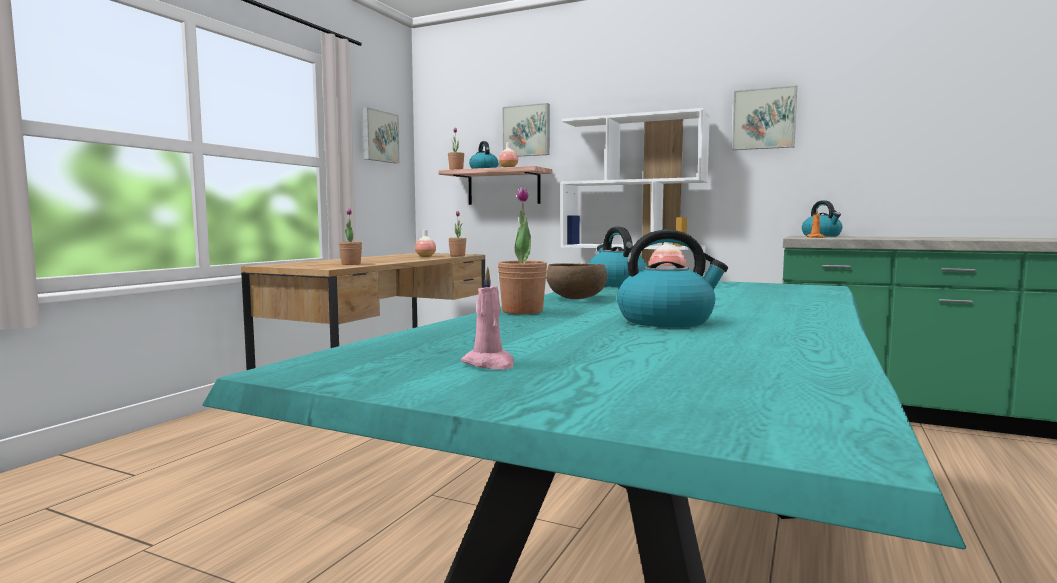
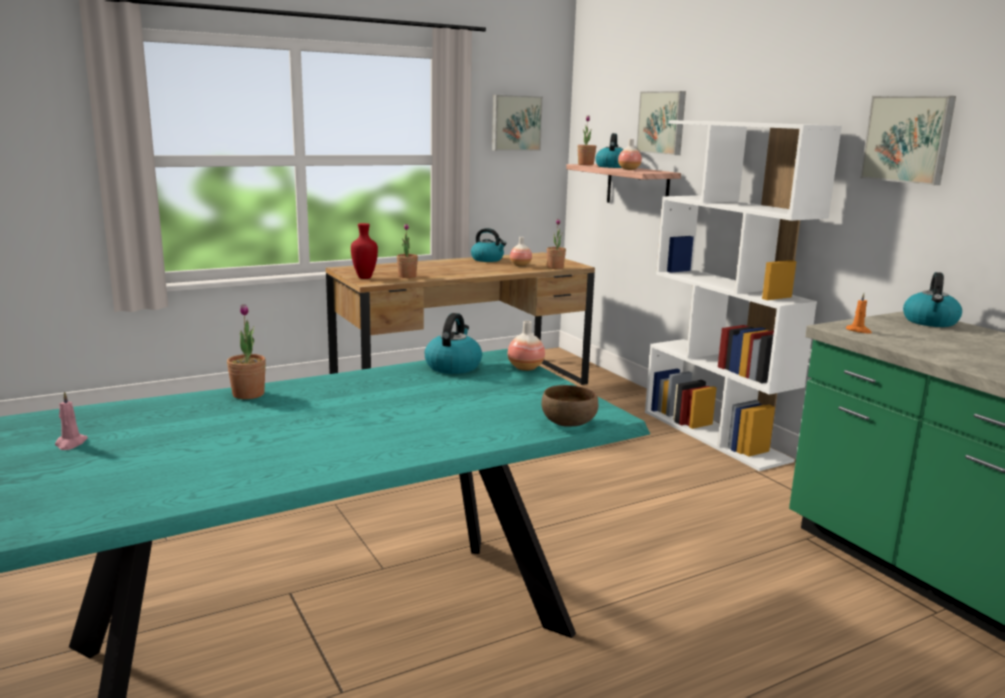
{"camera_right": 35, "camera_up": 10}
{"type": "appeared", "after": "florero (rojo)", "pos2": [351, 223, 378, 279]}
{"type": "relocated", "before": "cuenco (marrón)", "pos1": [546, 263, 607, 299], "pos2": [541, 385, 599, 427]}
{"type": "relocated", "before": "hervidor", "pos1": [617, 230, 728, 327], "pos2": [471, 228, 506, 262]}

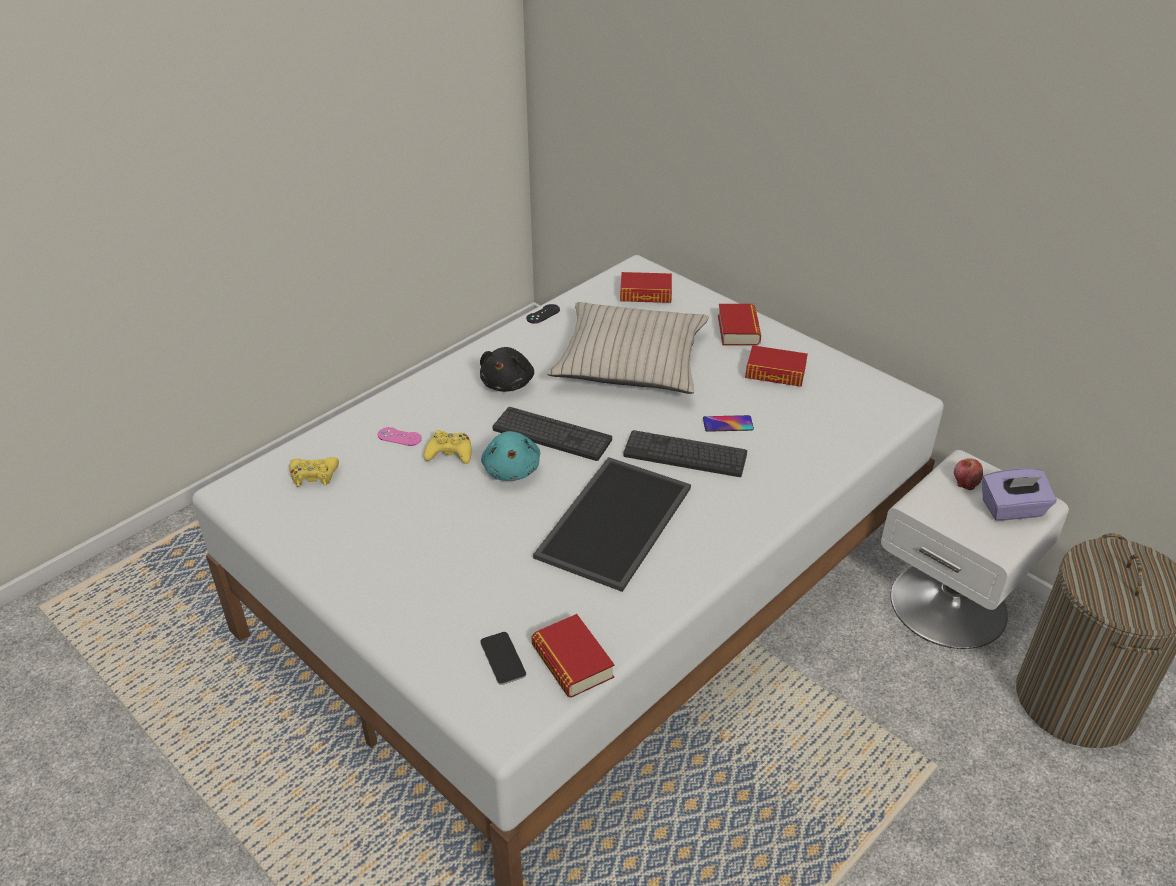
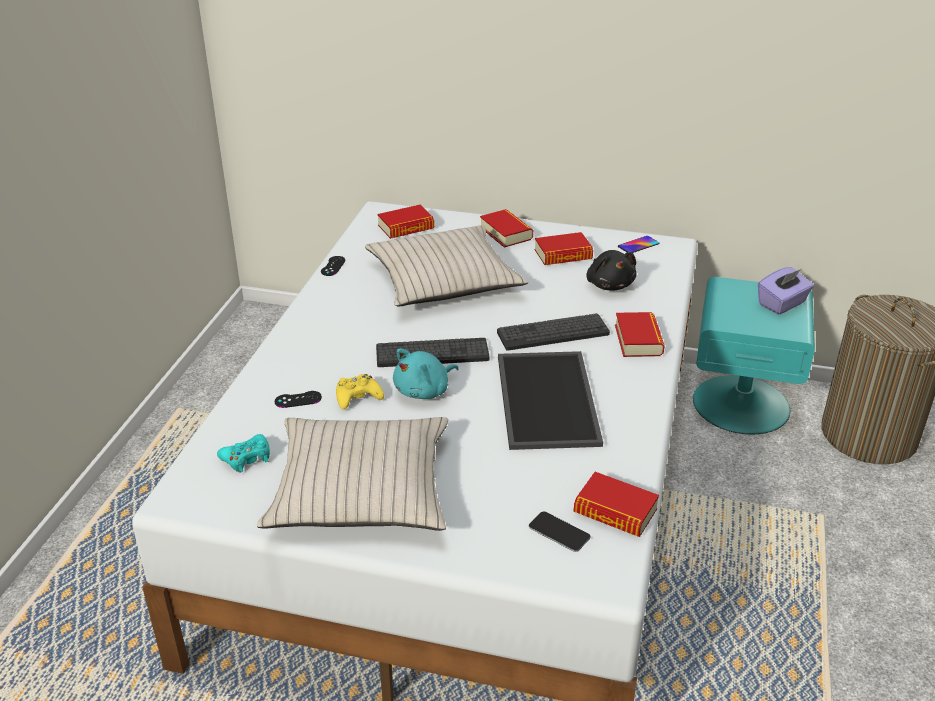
{"camera_right": -30, "camera_up": -5}
{"type": "missing", "before": "manzana", "pos1": [954, 459, 983, 490]}
{"type": "appeared", "after": "cojín (beis)", "pos2": [257, 417, 448, 531]}
{"type": "appeared", "after": "libro", "pos2": [615, 312, 665, 357]}
{"type": "relocated", "before": "peluche (negro)", "pos1": [480, 347, 534, 392], "pos2": [586, 250, 636, 291]}
{"type": "relocated", "before": "móvil", "pos1": [703, 415, 754, 432], "pos2": [618, 236, 659, 253]}
{"type": "colour", "before": "mando de consola (amarillo)", "after": "mando de consola (turquesa)", "pos1": [289, 457, 339, 487], "pos2": [217, 434, 270, 473]}
{"type": "colour", "before": "mando de consola (rosa)", "after": "mando de consola (negro)", "pos1": [378, 427, 422, 446], "pos2": [275, 391, 322, 408]}
{"type": "colour", "before": "mesita de noche (blanco)", "after": "mesita de noche (turquesa)", "pos1": [881, 450, 1069, 649], "pos2": [693, 277, 815, 434]}
{"type": "spun", "before": "peluche (turquesa)", "pos1": [481, 431, 540, 481], "pos2": [393, 349, 459, 399], "turn": 90}

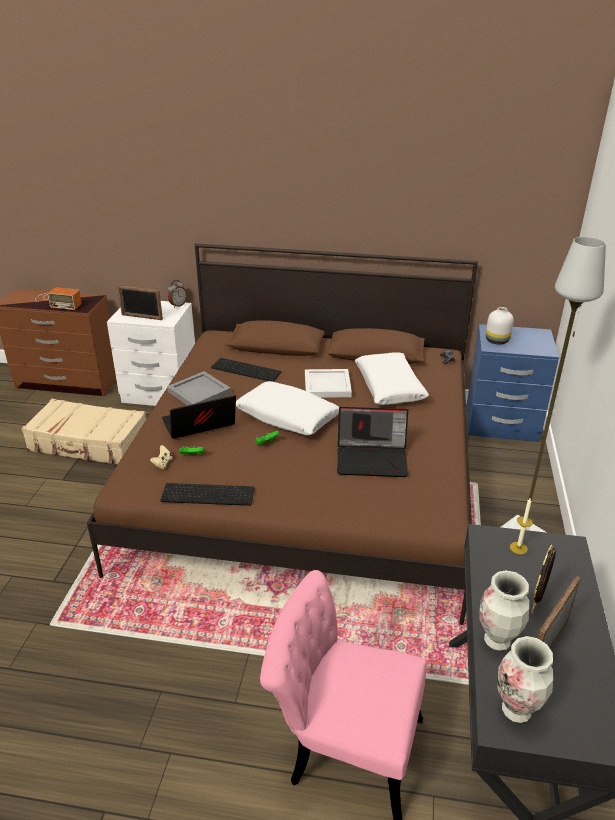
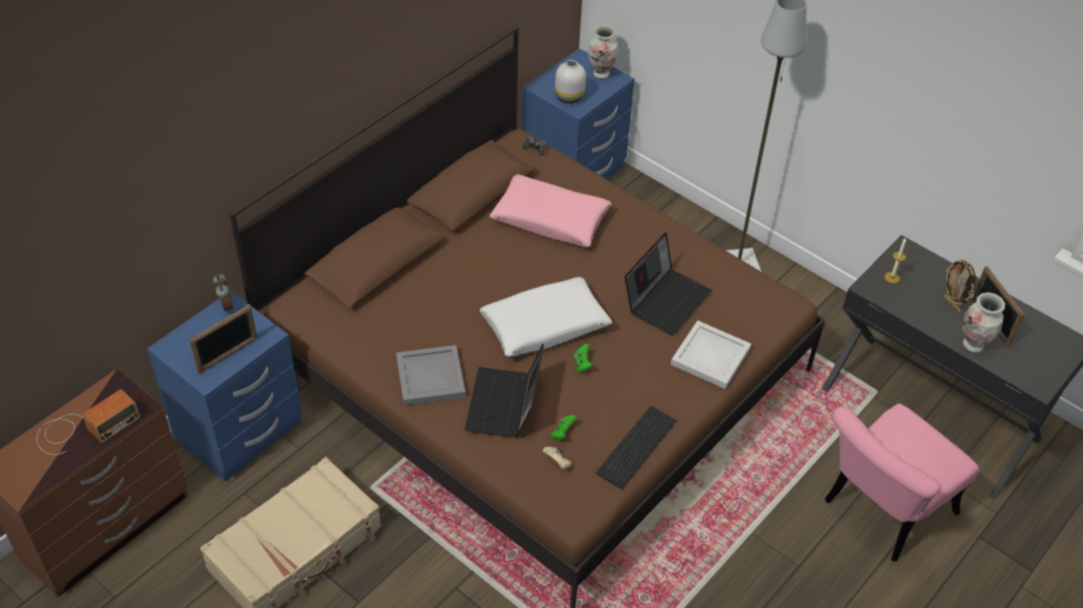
{"camera_right": -60, "camera_up": 15}
{"type": "missing", "before": "teclado", "pos1": [211, 358, 282, 382]}
{"type": "relocated", "before": "bandeja (blanco)", "pos1": [305, 369, 352, 398], "pos2": [671, 320, 751, 389]}
{"type": "relocated", "before": "florero", "pos1": [497, 636, 553, 723], "pos2": [588, 25, 619, 79]}
{"type": "colour", "before": "mesita de noche (blanco)", "after": "mesita de noche (azul)", "pos1": [107, 301, 195, 406], "pos2": [147, 291, 302, 482]}
{"type": "colour", "before": "cojín (blanco)", "after": "cojín (rosa)", "pos1": [355, 352, 429, 405], "pos2": [490, 174, 612, 247]}

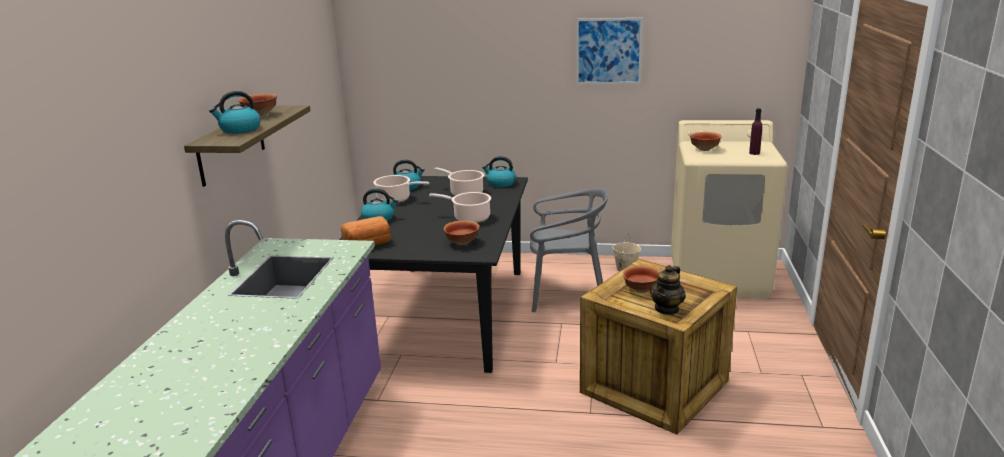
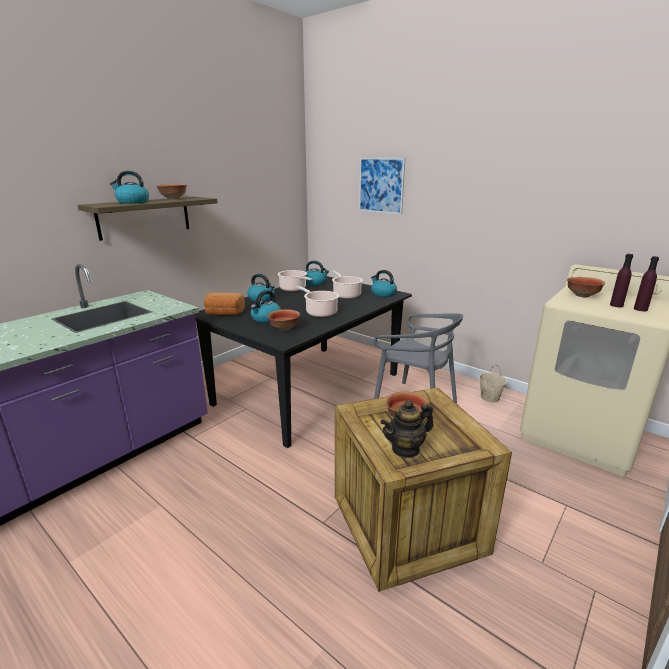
{"camera_right": 30, "camera_up": 0}
{"type": "appeared", "after": "hervidor", "pos2": [251, 290, 281, 323]}
{"type": "appeared", "after": "botella (morado)", "pos2": [610, 254, 633, 307]}
{"type": "relocated", "before": "cuadro", "pos1": [576, 18, 643, 84], "pos2": [359, 157, 405, 215]}

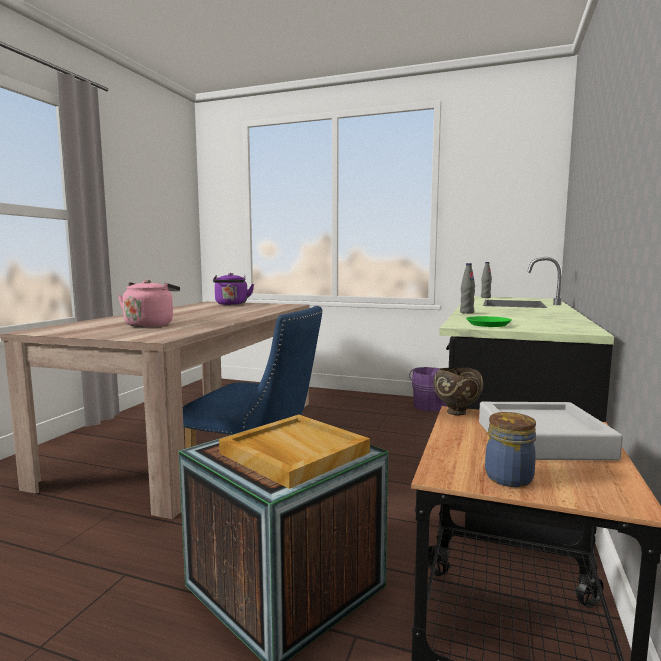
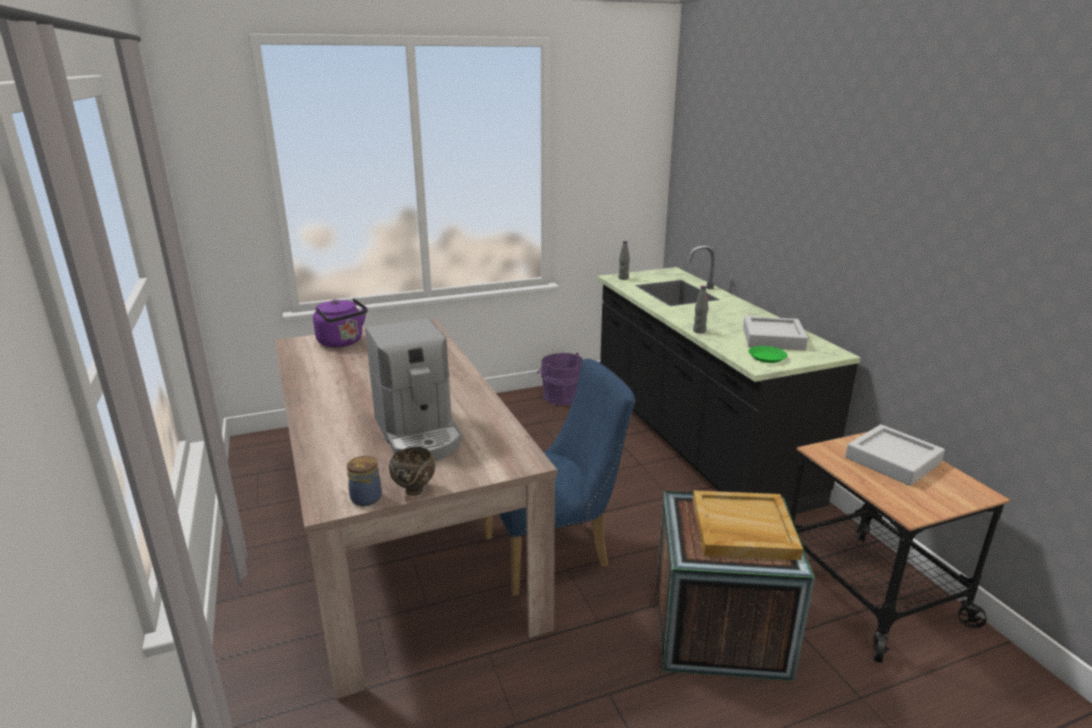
{"camera_right": -40, "camera_up": 15}
{"type": "appeared", "after": "bandeja (gris)", "pos2": [743, 316, 808, 350]}
{"type": "relocated", "before": "cuenco (marrón)", "pos1": [433, 368, 483, 416], "pos2": [389, 447, 435, 496]}
{"type": "relocated", "before": "tarro", "pos1": [485, 412, 536, 487], "pos2": [347, 456, 382, 506]}
{"type": "exchanged", "before": "hervidor (rosa)", "after": "cafetera", "pos1": [118, 280, 180, 327], "pos2": [365, 319, 462, 461]}

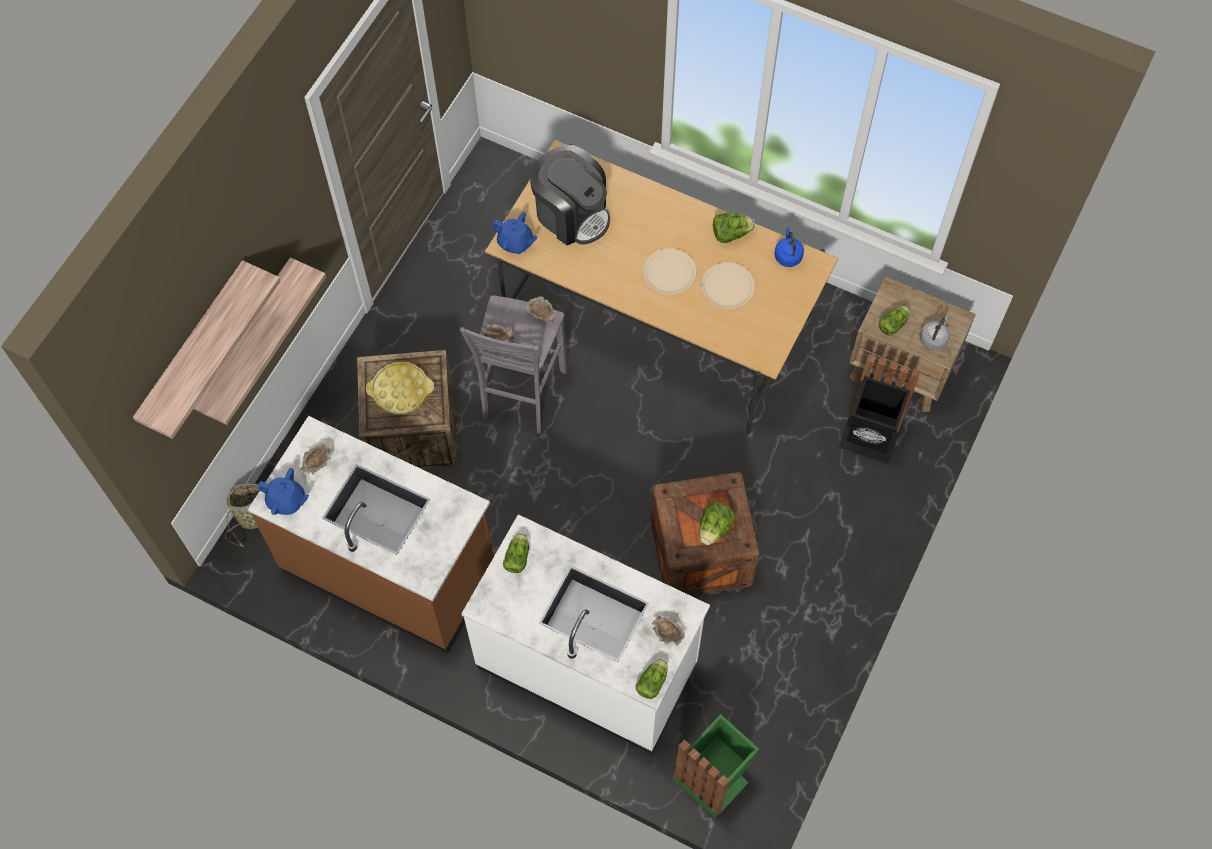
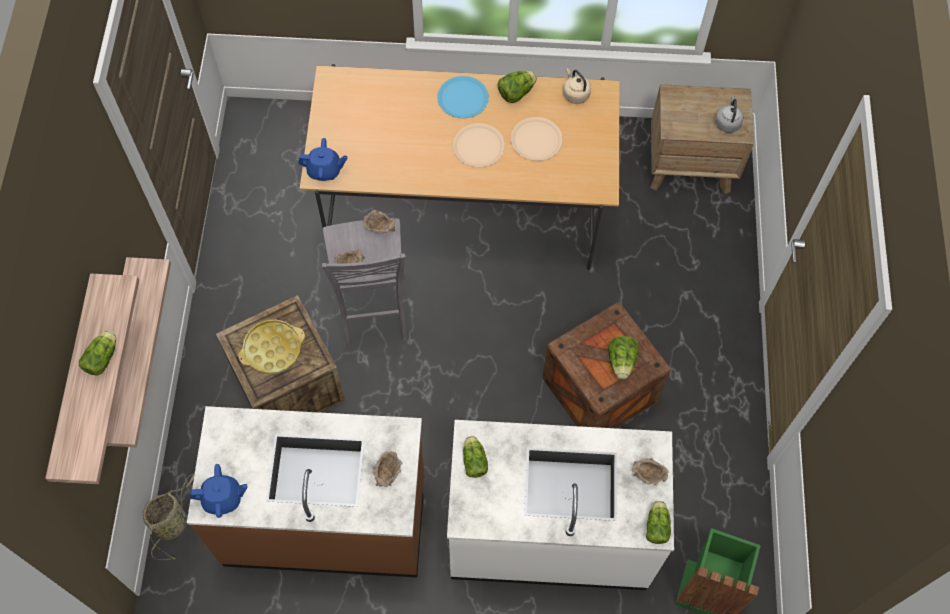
{"camera_right": -25, "camera_up": 0}
{"type": "missing", "before": "cafetera", "pos1": [530, 145, 610, 245]}
{"type": "missing", "before": "papelera (negro)", "pos1": [838, 354, 921, 464]}
{"type": "appeared", "after": "plato (azul)", "pos2": [437, 76, 489, 118]}
{"type": "relocated", "before": "cuenco (beis)", "pos1": [301, 443, 331, 475], "pos2": [372, 451, 402, 487]}
{"type": "relocated", "before": "lechuga", "pos1": [878, 306, 910, 335], "pos2": [79, 331, 116, 376]}
{"type": "colour", "before": "hervidor (azul)", "after": "hervidor (beis)", "pos1": [775, 228, 804, 267], "pos2": [563, 68, 591, 104]}

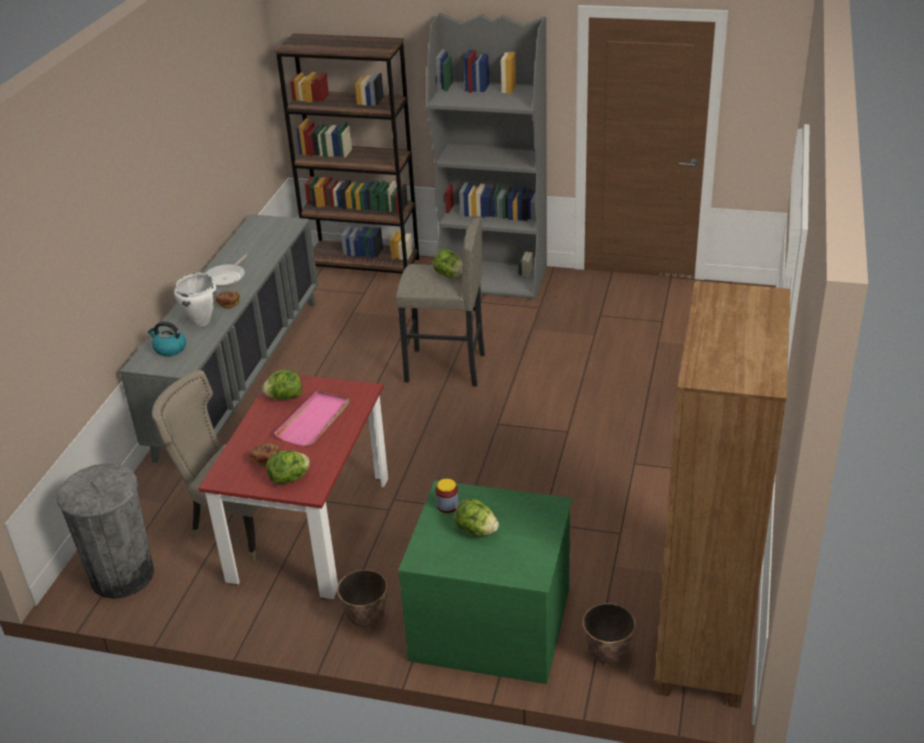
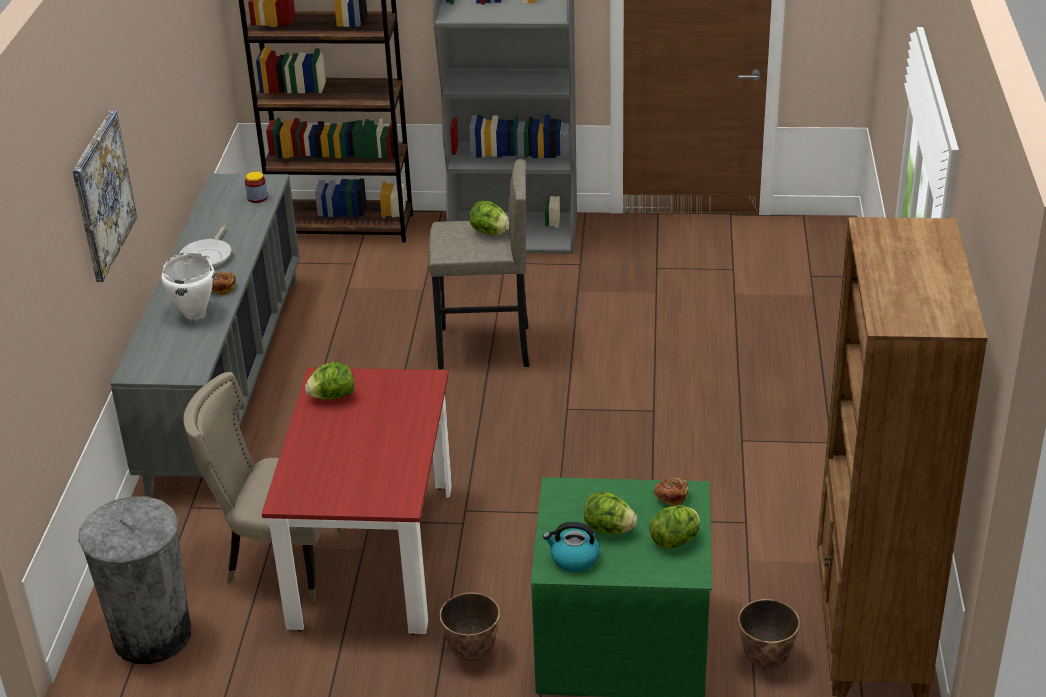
{"camera_right": -10, "camera_up": 0}
{"type": "missing", "before": "bandeja (rosa)", "pos1": [274, 390, 349, 446]}
{"type": "appeared", "after": "cuadro", "pos2": [73, 110, 137, 282]}
{"type": "relocated", "before": "hervidor", "pos1": [148, 321, 186, 356], "pos2": [543, 522, 600, 572]}
{"type": "relocated", "before": "pan", "pos1": [249, 444, 279, 467], "pos2": [654, 478, 688, 506]}
{"type": "relocated", "before": "lechuga", "pos1": [266, 450, 310, 484], "pos2": [649, 505, 700, 549]}
{"type": "relocated", "before": "tarro", "pos1": [435, 479, 459, 513], "pos2": [245, 172, 268, 203]}

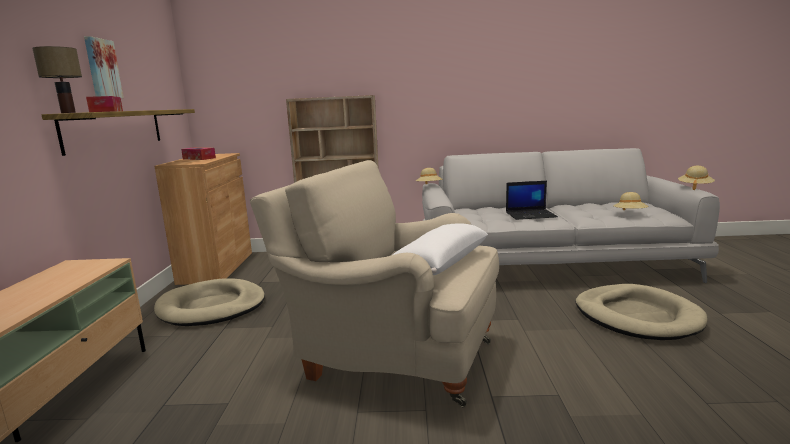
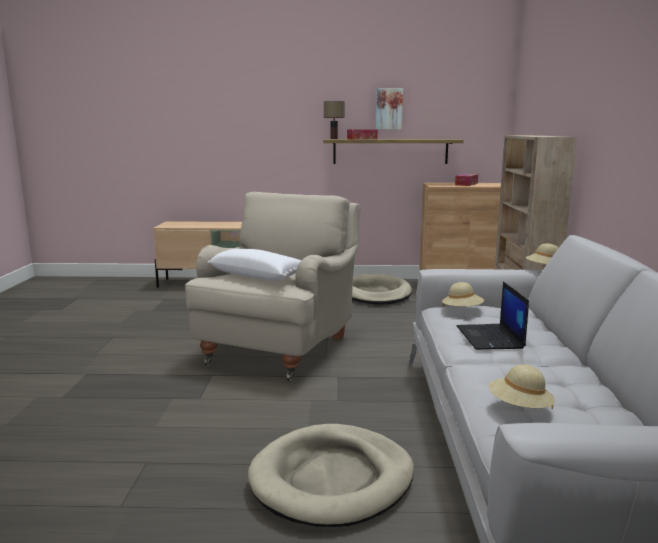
{"camera_right": 90, "camera_up": 0}
{"type": "relocated", "before": "sombrero (beis)", "pos1": [678, 166, 715, 190], "pos2": [442, 282, 484, 307]}

